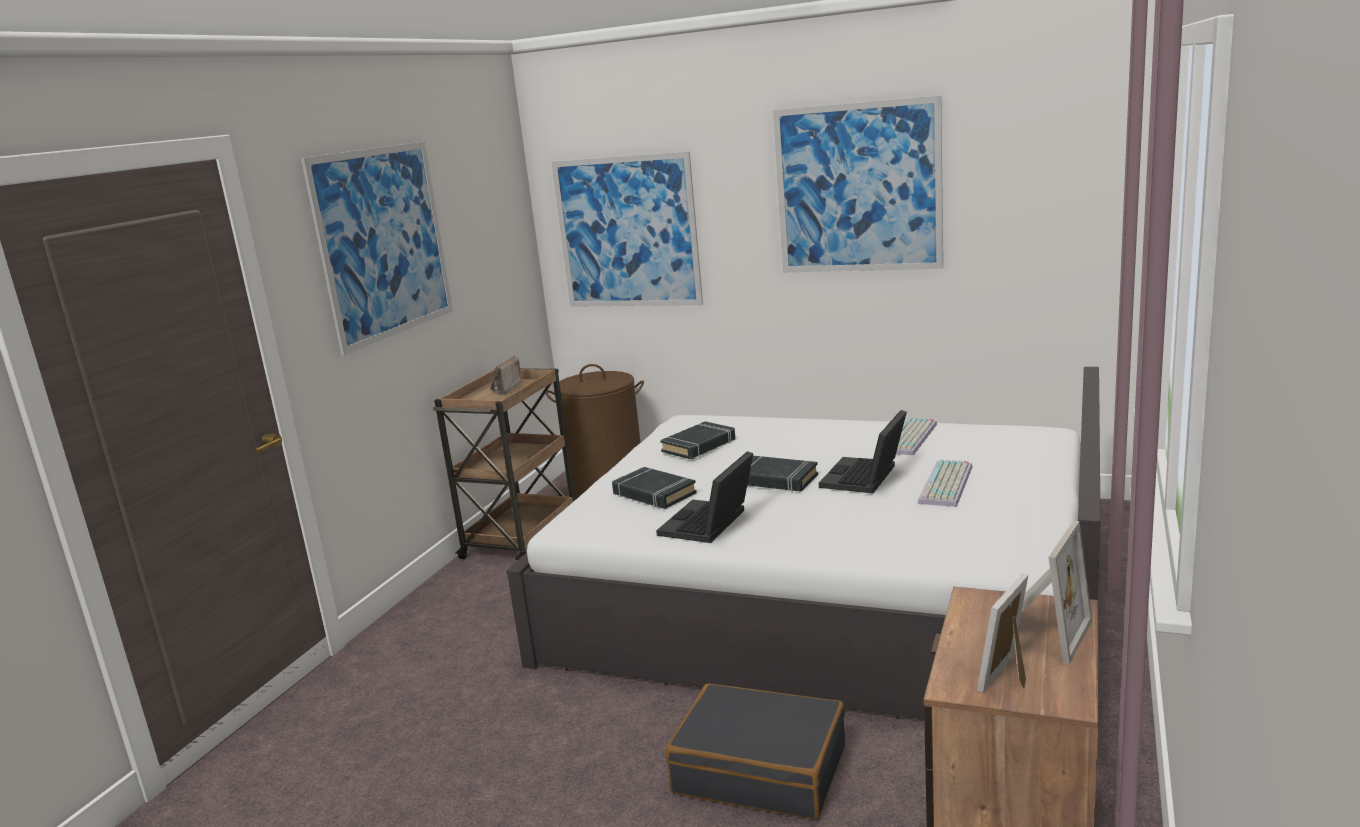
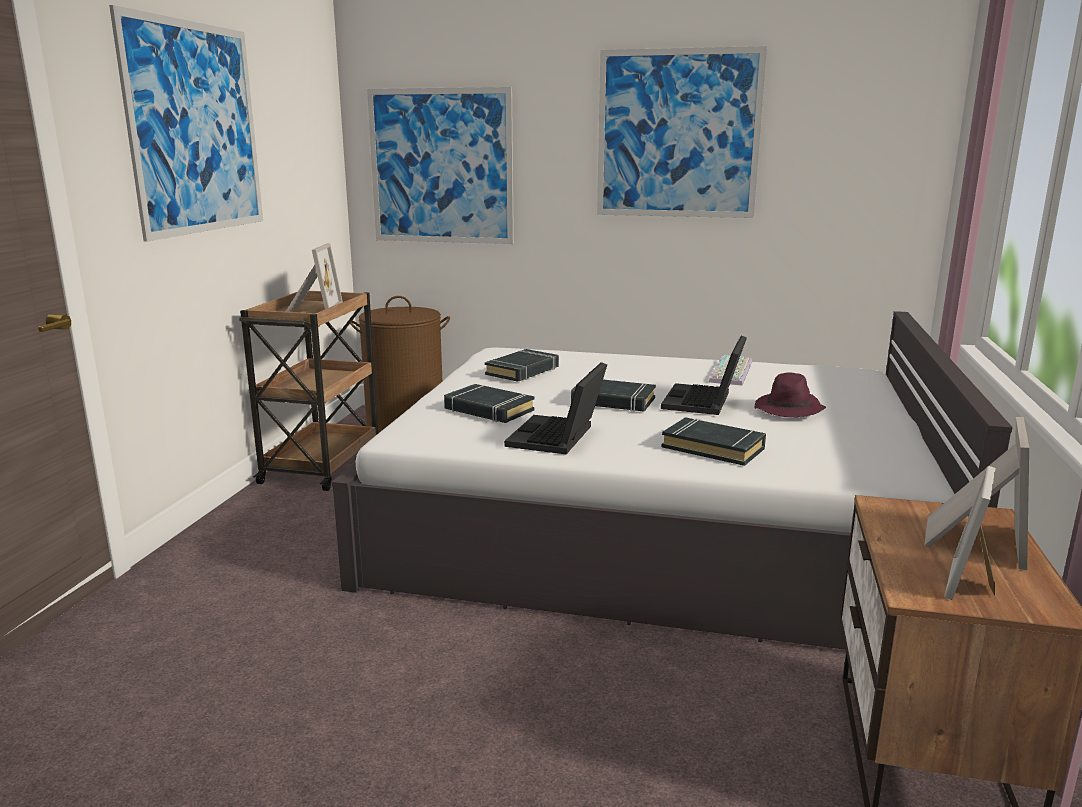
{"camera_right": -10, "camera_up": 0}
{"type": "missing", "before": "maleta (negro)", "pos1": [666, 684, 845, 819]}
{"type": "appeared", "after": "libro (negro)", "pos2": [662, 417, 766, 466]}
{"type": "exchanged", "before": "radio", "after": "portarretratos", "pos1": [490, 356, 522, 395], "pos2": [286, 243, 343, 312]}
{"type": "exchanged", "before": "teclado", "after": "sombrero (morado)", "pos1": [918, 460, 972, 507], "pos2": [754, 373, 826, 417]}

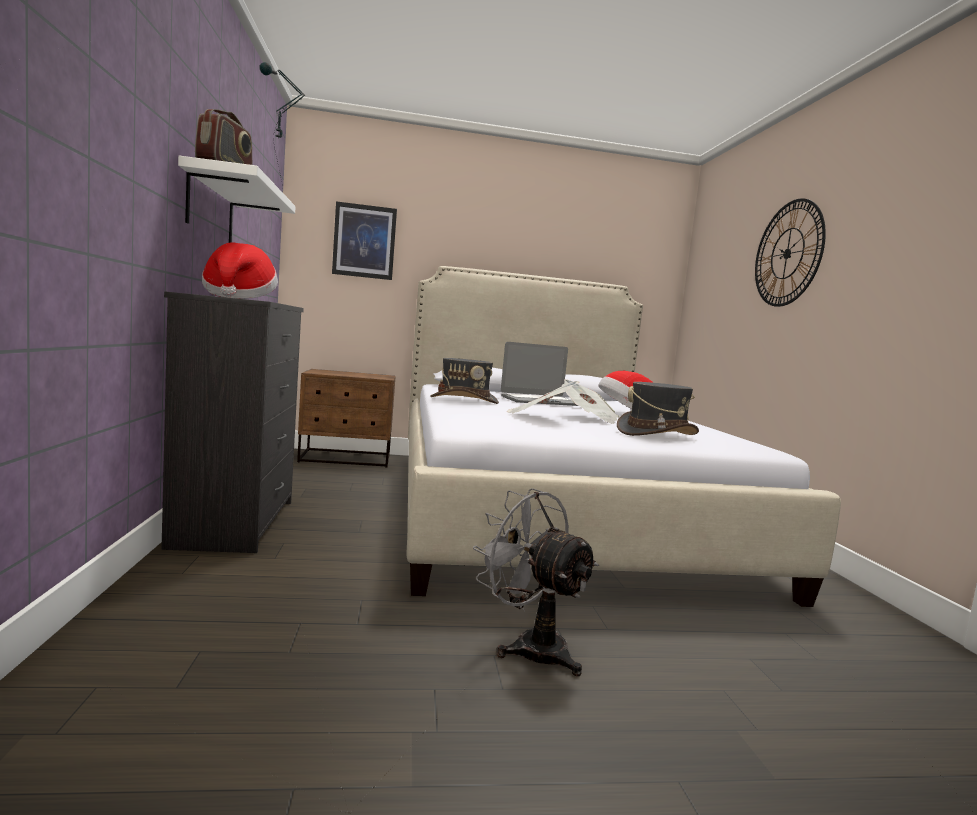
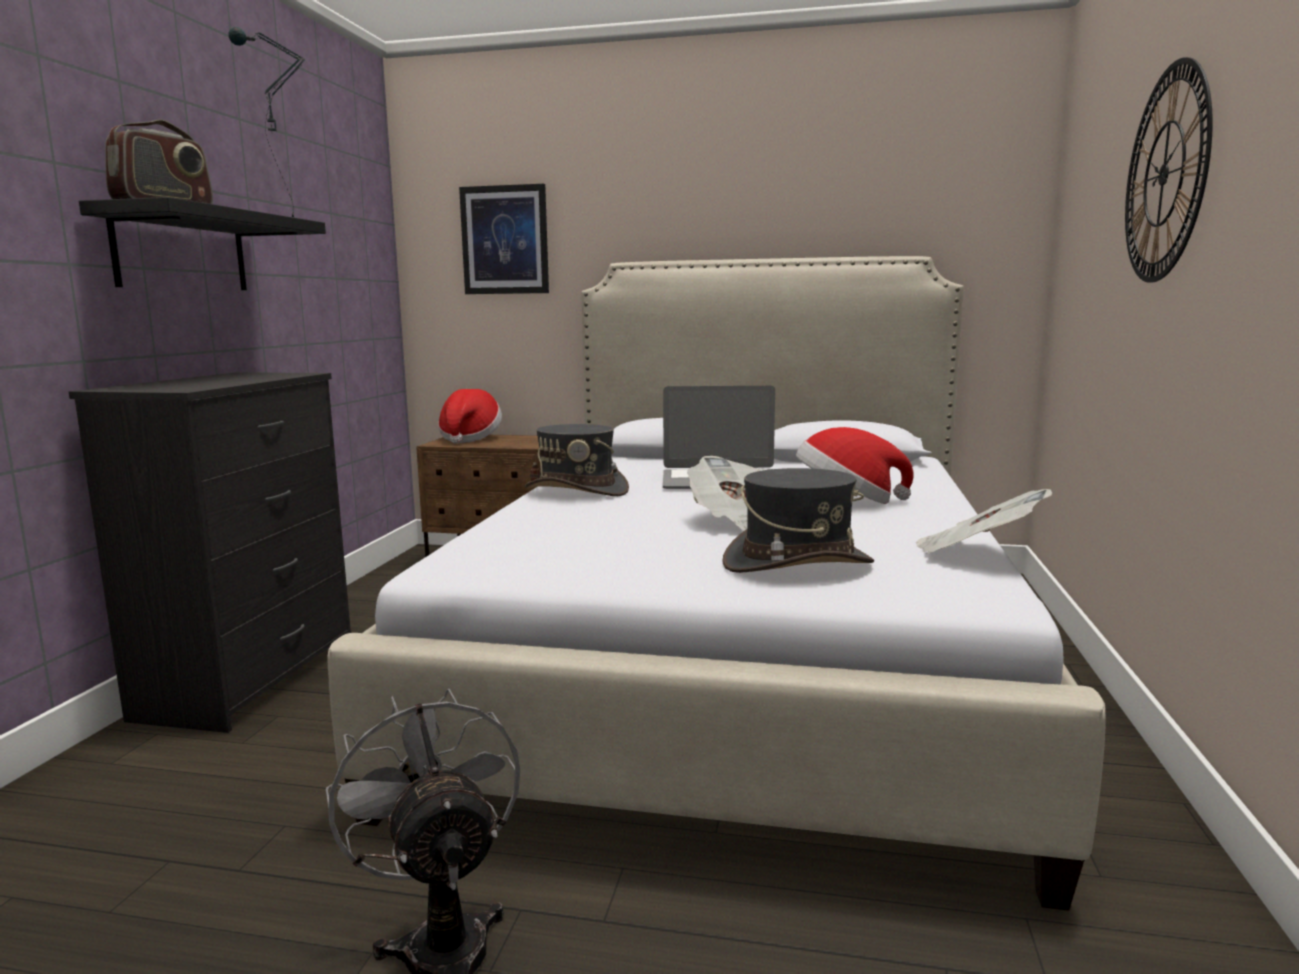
{"camera_right": 20, "camera_up": 5}
{"type": "relocated", "before": "sombrero", "pos1": [202, 242, 278, 299], "pos2": [438, 389, 502, 444]}
{"type": "relocated", "before": "periódico", "pos1": [507, 381, 579, 413], "pos2": [916, 489, 1052, 554]}
{"type": "colour", "before": "estante (blanco)", "after": "estante (negro)", "pos1": [178, 156, 296, 243], "pos2": [79, 197, 326, 290]}

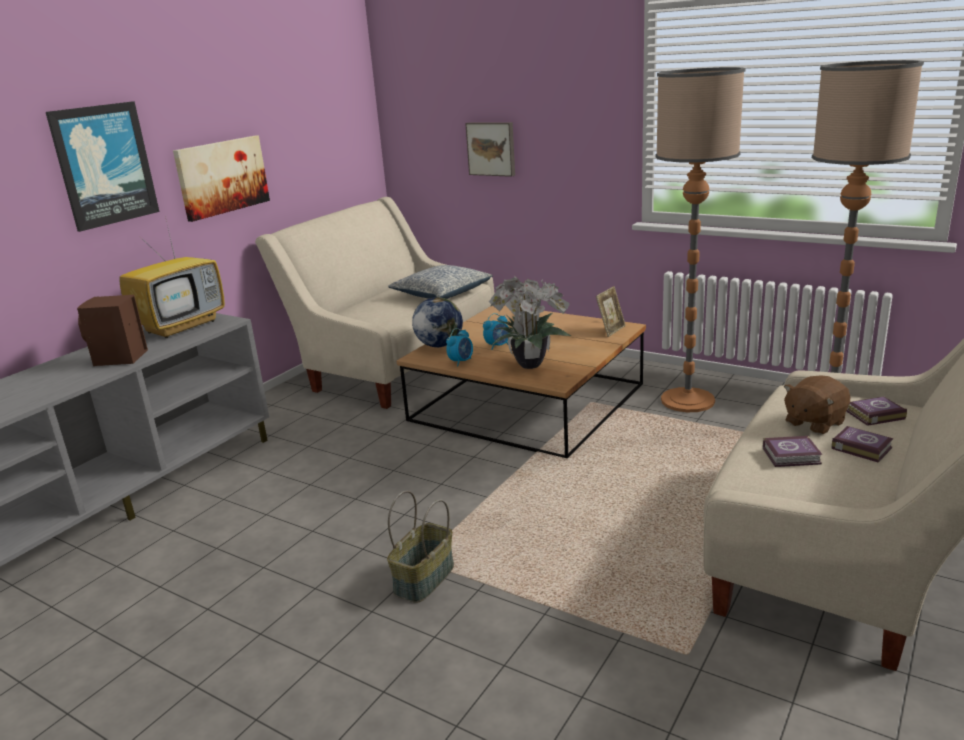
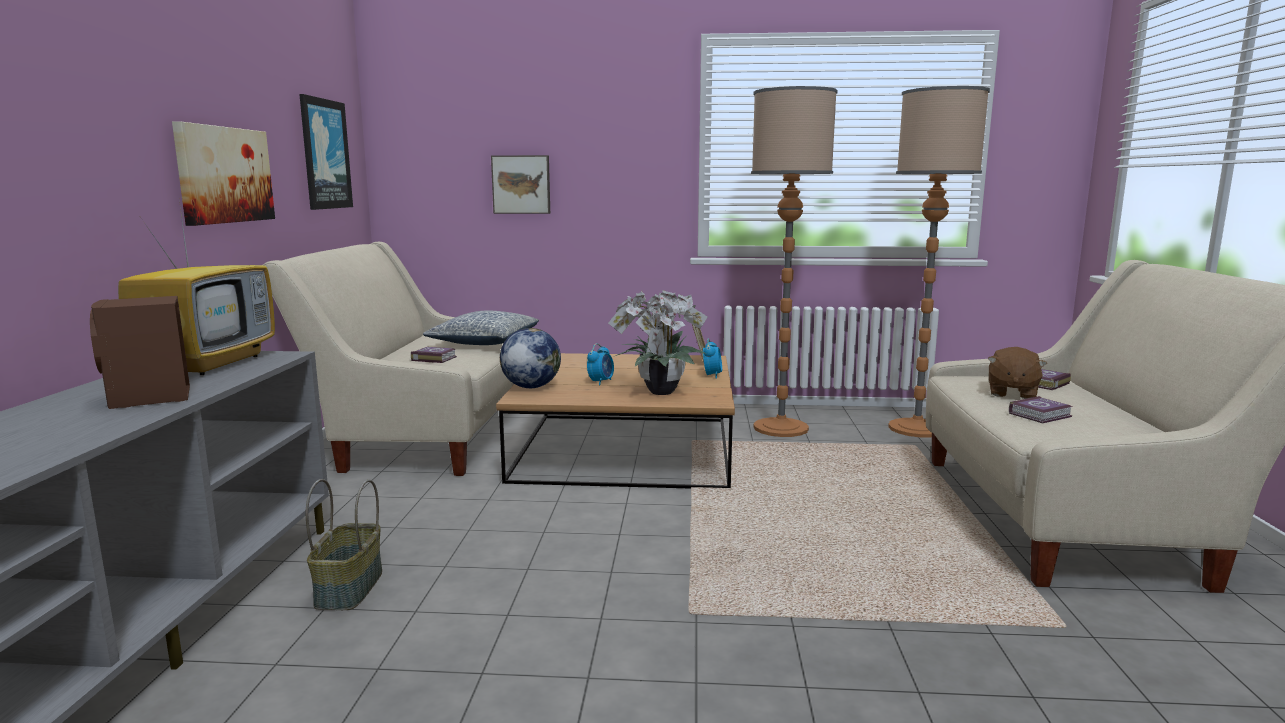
{"camera_right": -30, "camera_up": -10}
{"type": "relocated", "before": "cuadro", "pos1": [46, 101, 159, 232], "pos2": [299, 94, 353, 210]}
{"type": "relocated", "before": "cesta", "pos1": [387, 491, 454, 603], "pos2": [306, 479, 382, 610]}
{"type": "relocated", "before": "despertador", "pos1": [446, 328, 473, 366], "pos2": [703, 338, 722, 379]}
{"type": "relocated", "before": "libro", "pos1": [831, 426, 894, 463], "pos2": [411, 347, 457, 363]}

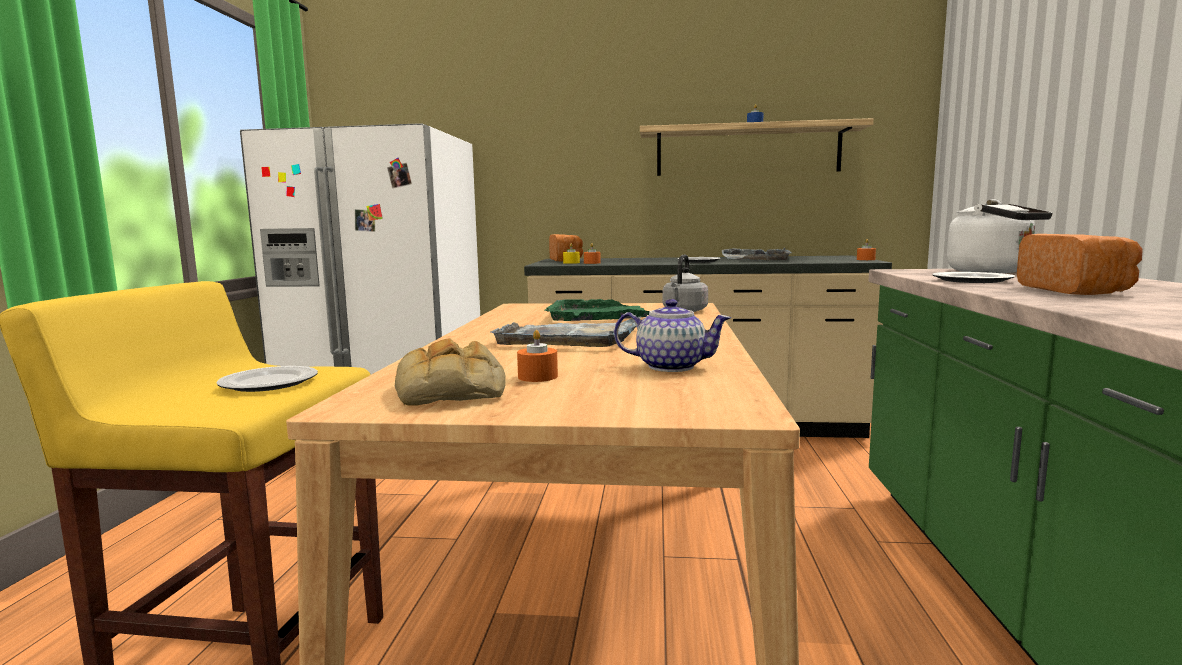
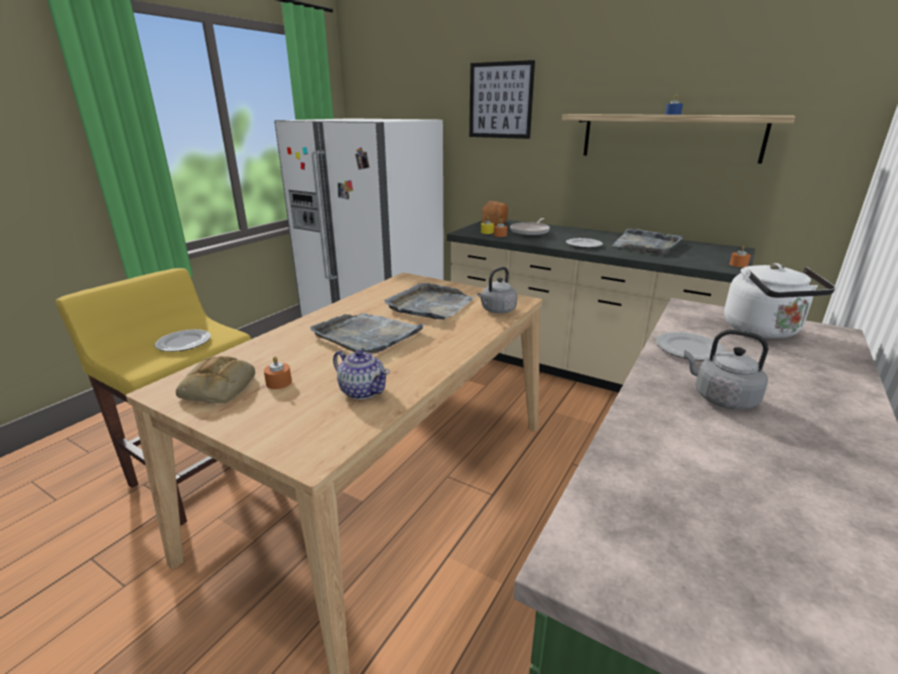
{"camera_right": 25, "camera_up": 15}
{"type": "appeared", "after": "cuadro", "pos2": [469, 60, 535, 139]}
{"type": "appeared", "after": "sartén", "pos2": [510, 218, 550, 236]}
{"type": "exchanged", "before": "pan", "after": "hervidor (gris)", "pos1": [1017, 234, 1143, 295], "pos2": [684, 330, 768, 410]}
{"type": "colour", "before": "bandeja (verde)", "after": "bandeja (gris)", "pos1": [544, 299, 650, 321], "pos2": [384, 283, 474, 320]}

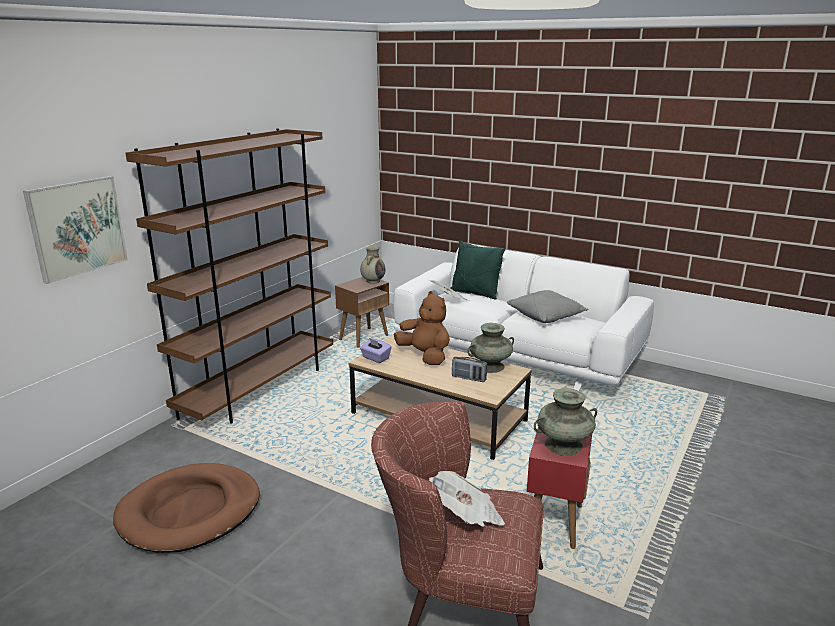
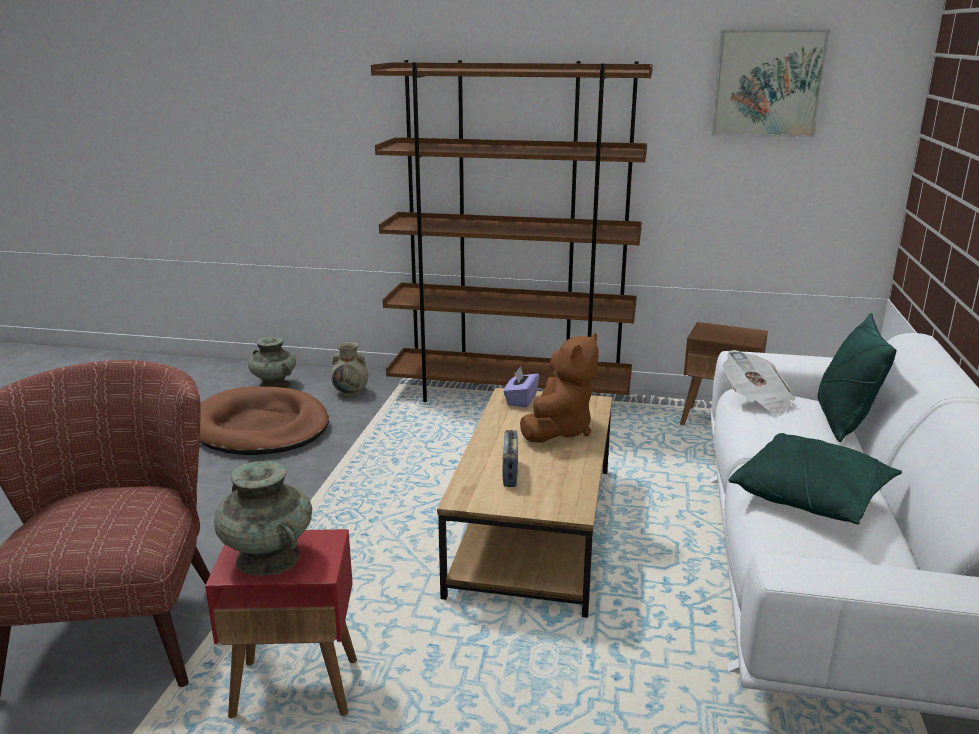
{"camera_right": 70, "camera_up": 0}
{"type": "missing", "before": "periódico", "pos1": [429, 471, 505, 527]}
{"type": "relocated", "before": "cuadro", "pos1": [23, 176, 128, 284], "pos2": [711, 30, 830, 138]}
{"type": "relocated", "before": "florero (beis)", "pos1": [360, 246, 386, 284], "pos2": [331, 342, 368, 397]}
{"type": "relocated", "before": "florero (turquesa)", "pos1": [467, 323, 514, 373], "pos2": [248, 337, 296, 388]}
{"type": "colour", "before": "cojín (gris)", "after": "cojín (verde)", "pos1": [507, 290, 589, 323], "pos2": [729, 433, 902, 524]}

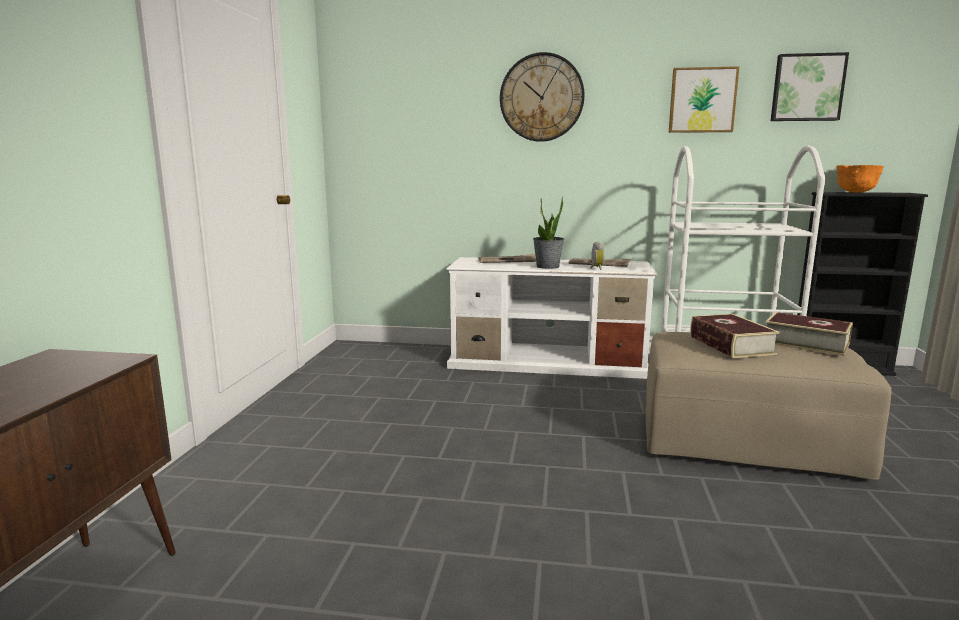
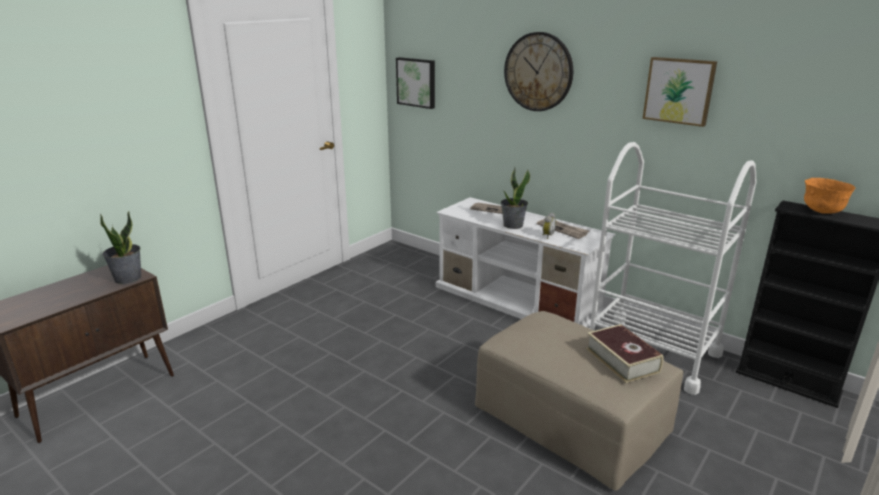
{"camera_right": 30, "camera_up": 10}
{"type": "missing", "before": "libro", "pos1": [690, 314, 780, 358]}
{"type": "appeared", "after": "planta en maceta", "pos2": [100, 211, 141, 284]}
{"type": "relocated", "before": "cuadro", "pos1": [771, 52, 849, 121], "pos2": [396, 57, 435, 109]}

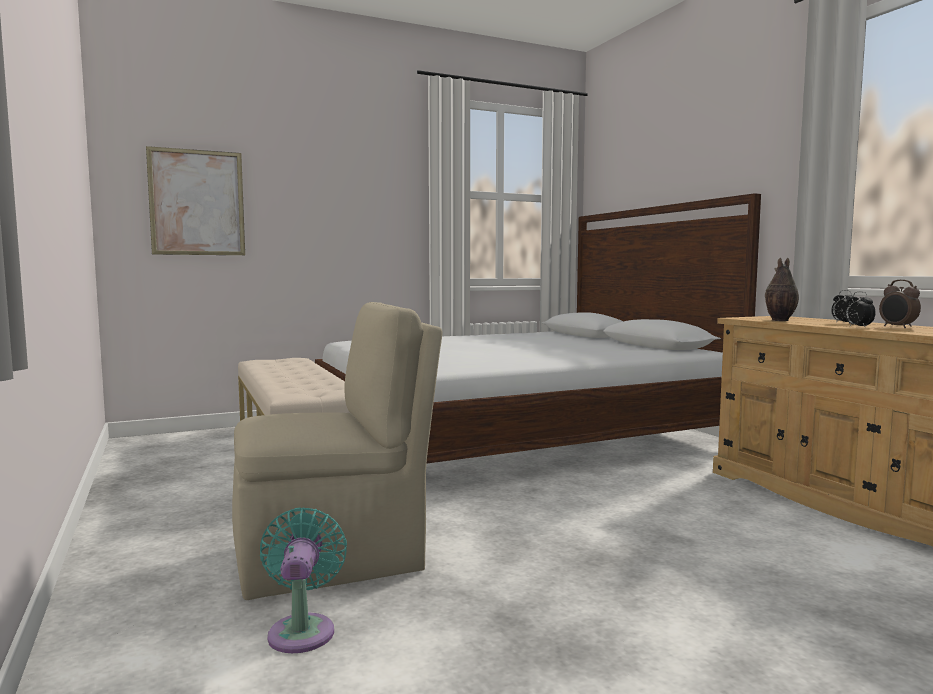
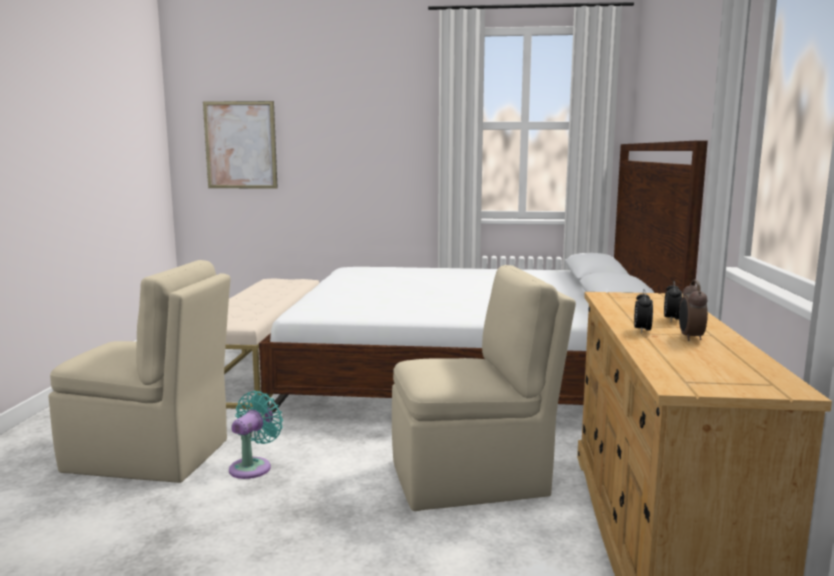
{"camera_right": 30, "camera_up": 5}
{"type": "missing", "before": "florero", "pos1": [765, 257, 799, 321]}
{"type": "appeared", "after": "silla (beis)", "pos2": [392, 265, 576, 511]}
{"type": "relocated", "before": "ventilador (turquesa)", "pos1": [260, 507, 347, 653], "pos2": [229, 391, 283, 479]}

